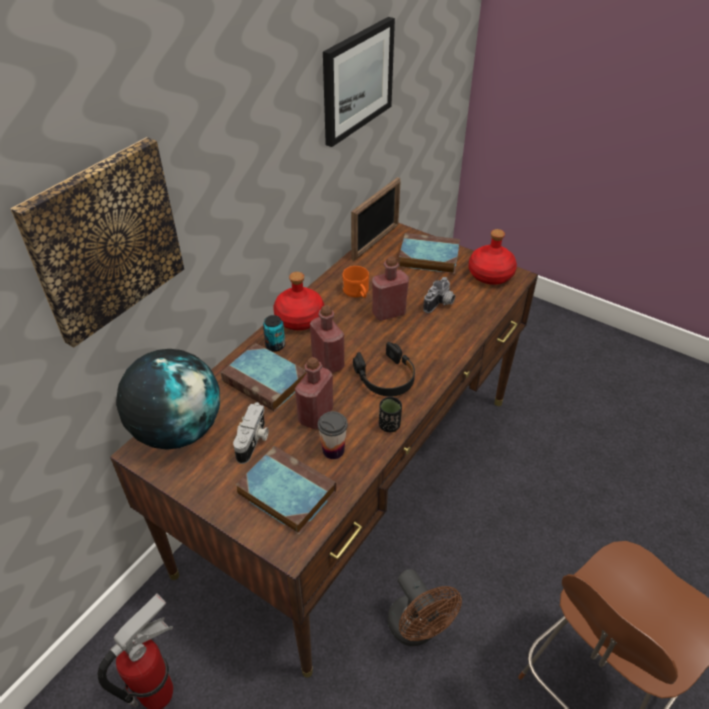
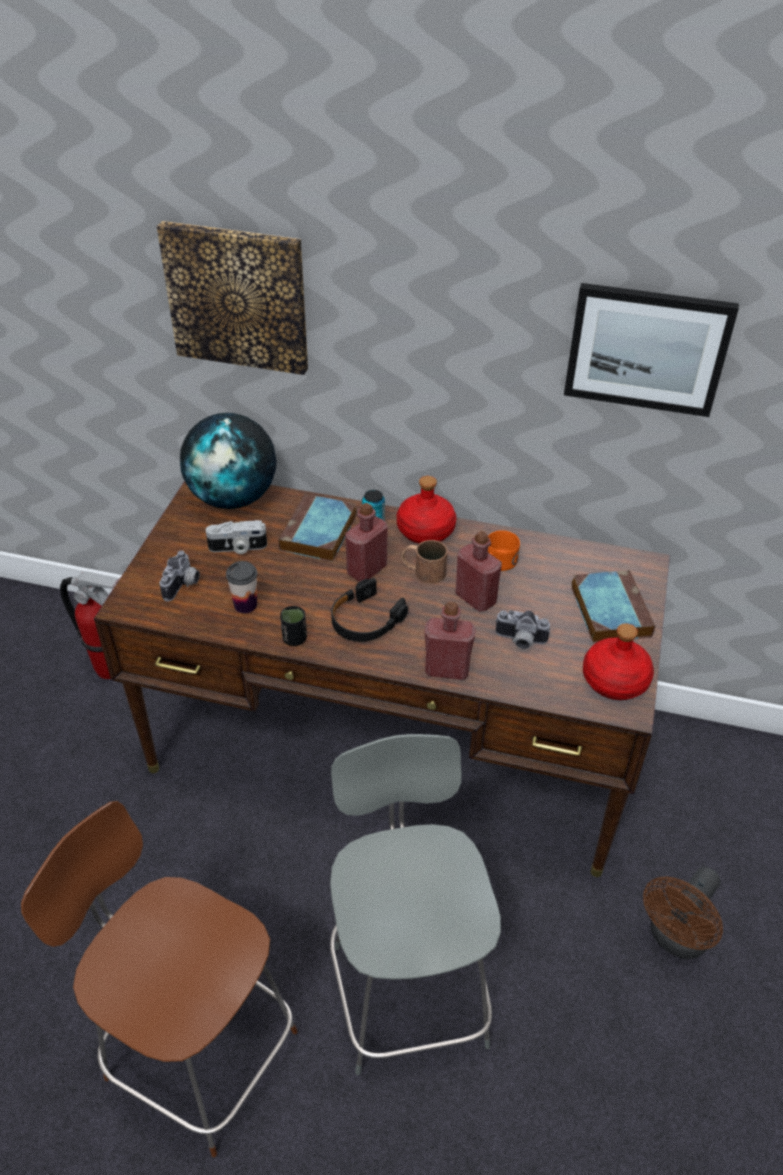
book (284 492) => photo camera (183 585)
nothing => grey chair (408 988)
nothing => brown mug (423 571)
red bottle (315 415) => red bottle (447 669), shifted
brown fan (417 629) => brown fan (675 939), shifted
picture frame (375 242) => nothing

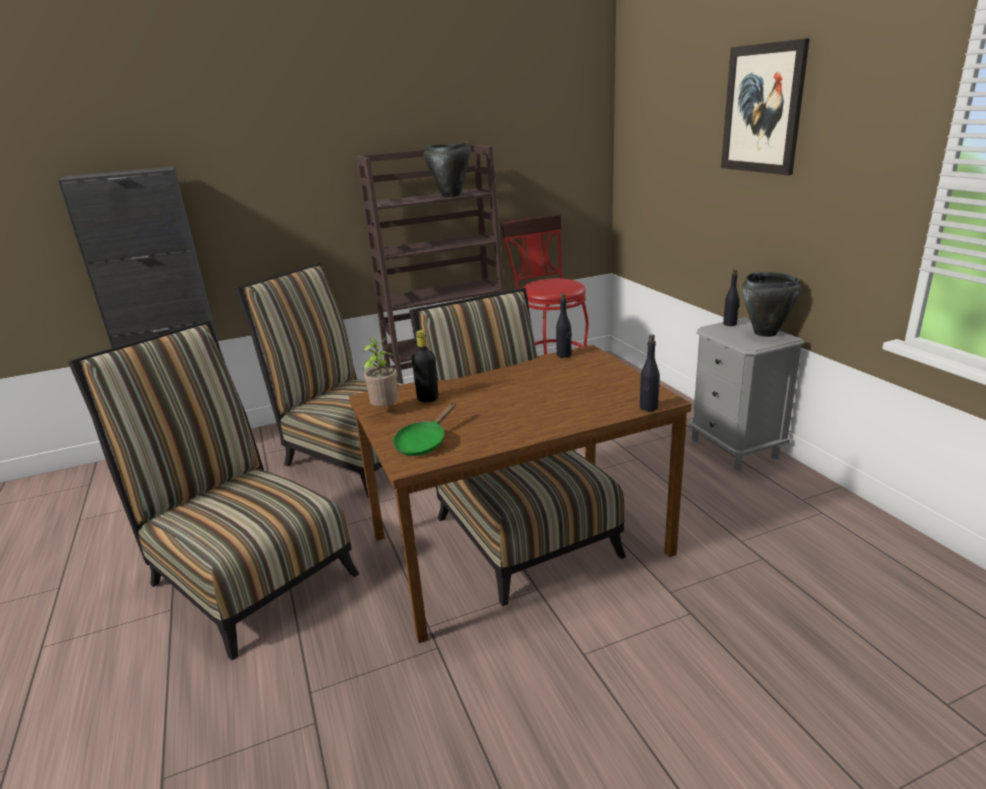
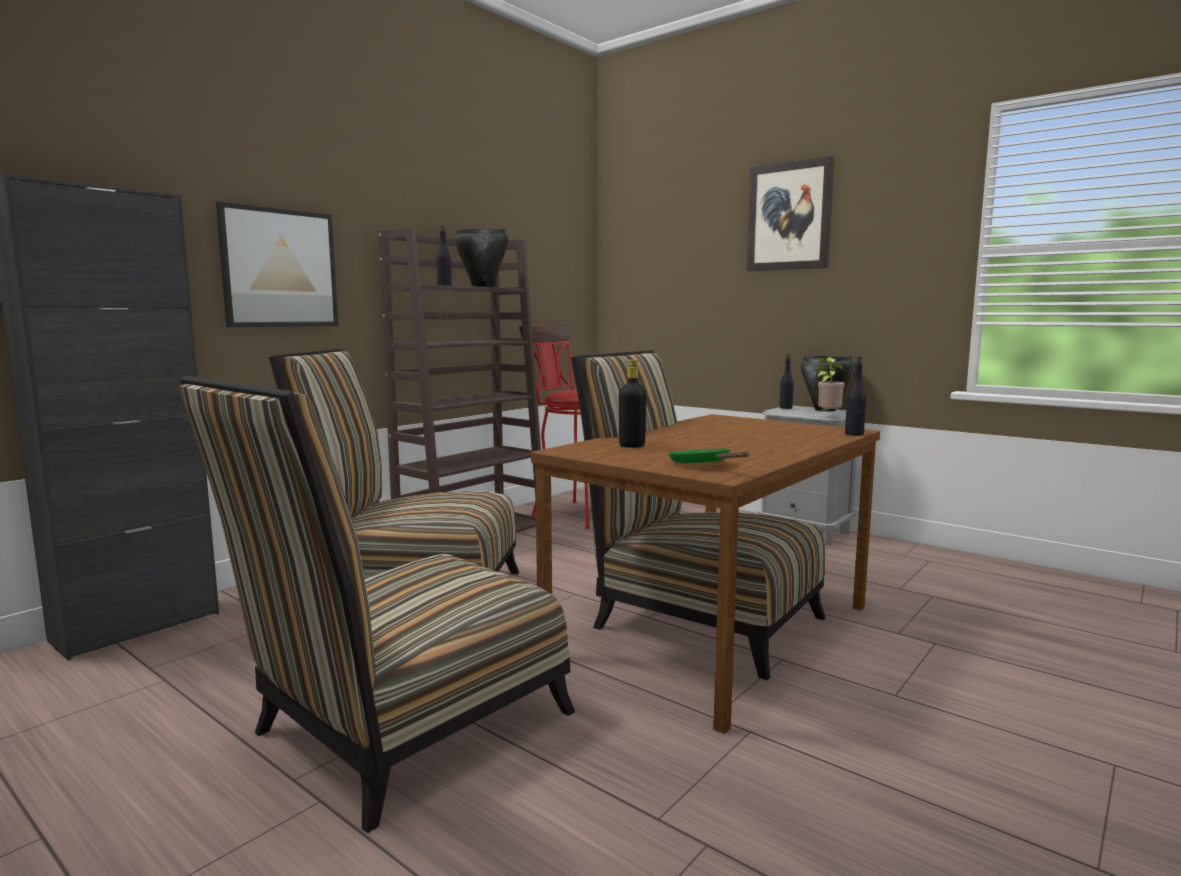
chair (247 573) => chair (399 730), 60 degrees counterclockwise
nothing => picture (279 268)
black bottle (564 355) => black bottle (444 286), shifted
green frying pan (423 443) => green frying pan (703 465), 150 degrees clockwise
potted plant (385 410) => potted plant (827 416), shifted

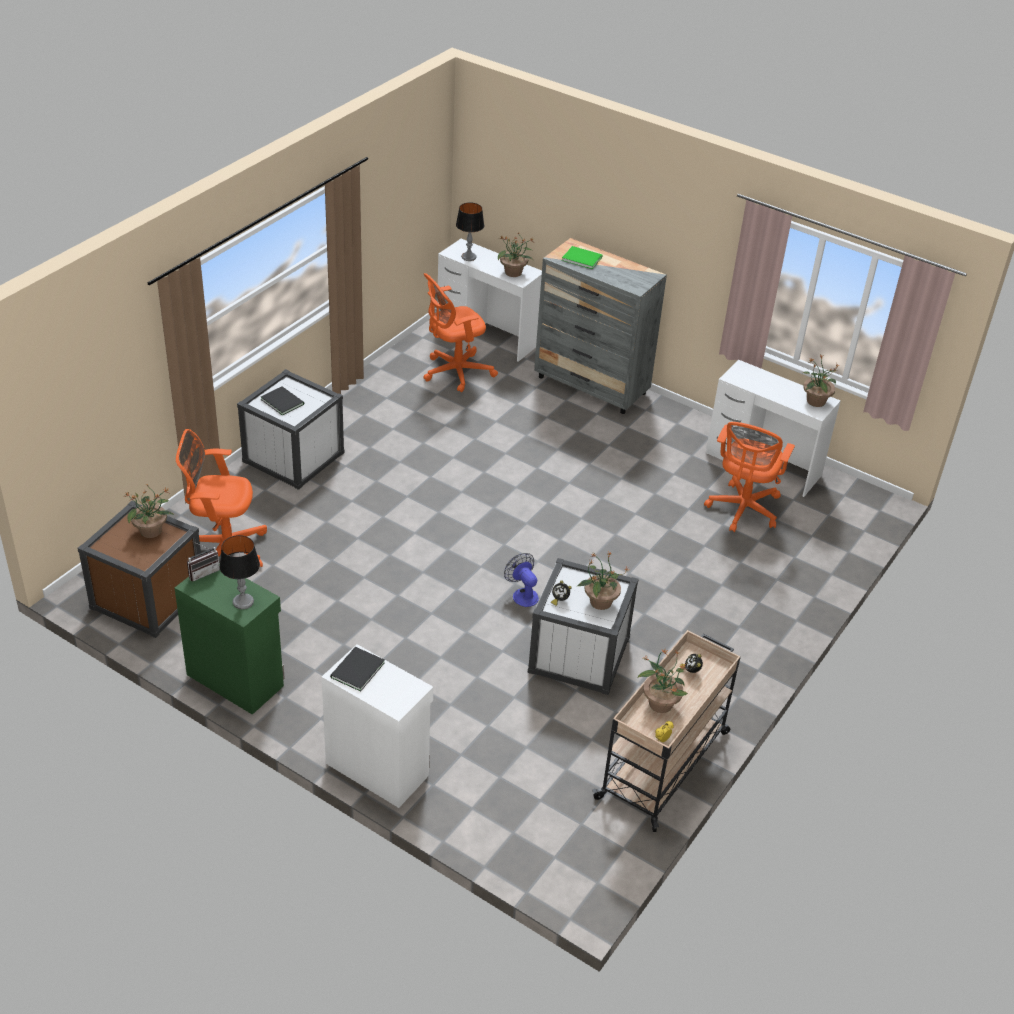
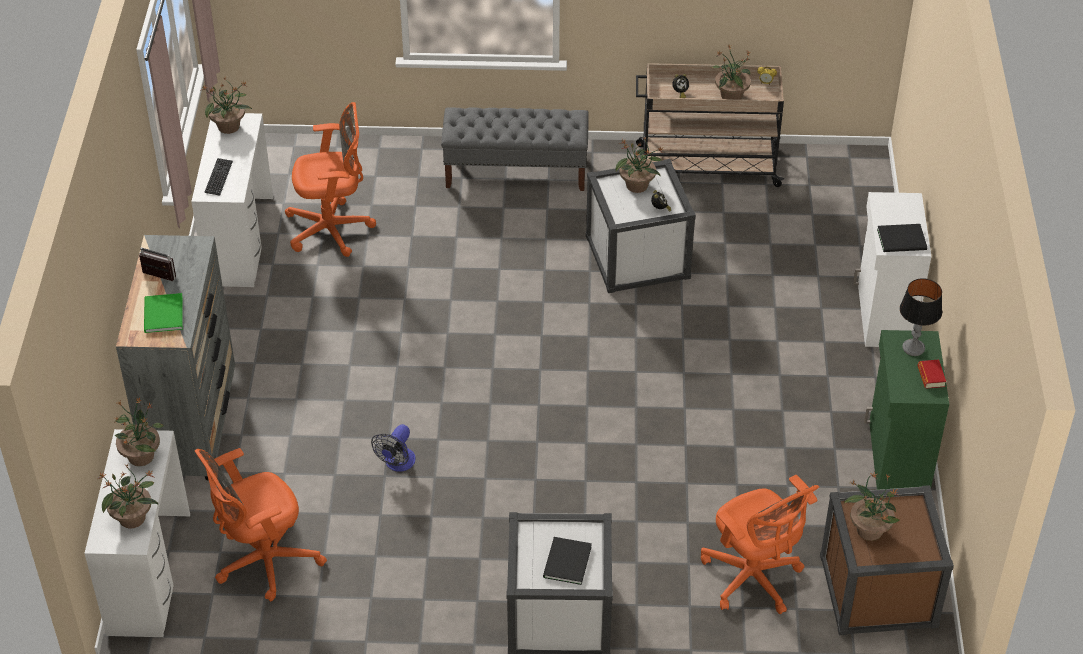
table lamp (468 257) => potted plant (133 518)
radio (203 572) => radio (157 278), shifted
orange office chair (454 372) => orange office chair (263 562), 120 degrees clockwise
nothing => keyboard (218 177)
fan (522 594) => fan (397 464), shifted
nothing => grey bench (516 172)
nothing => book (931 376)

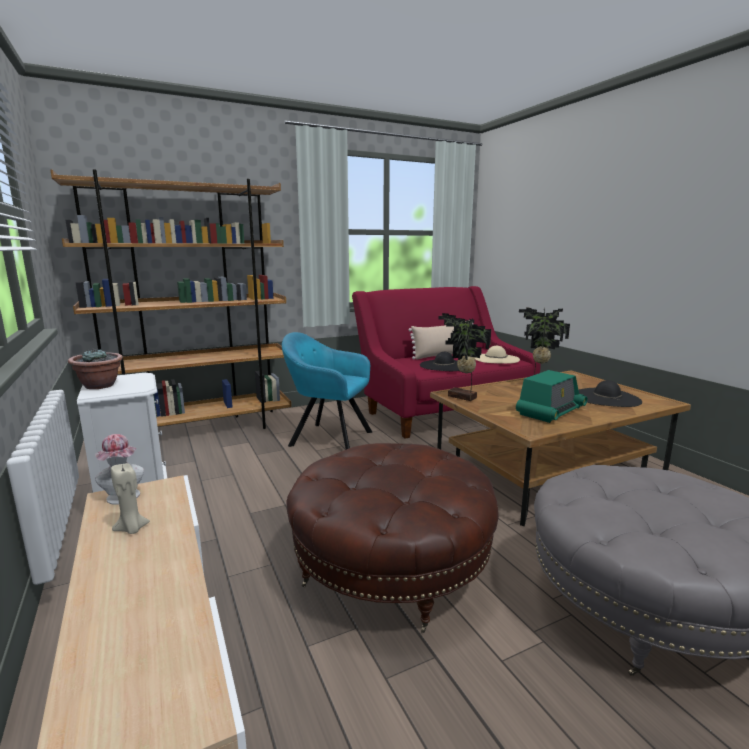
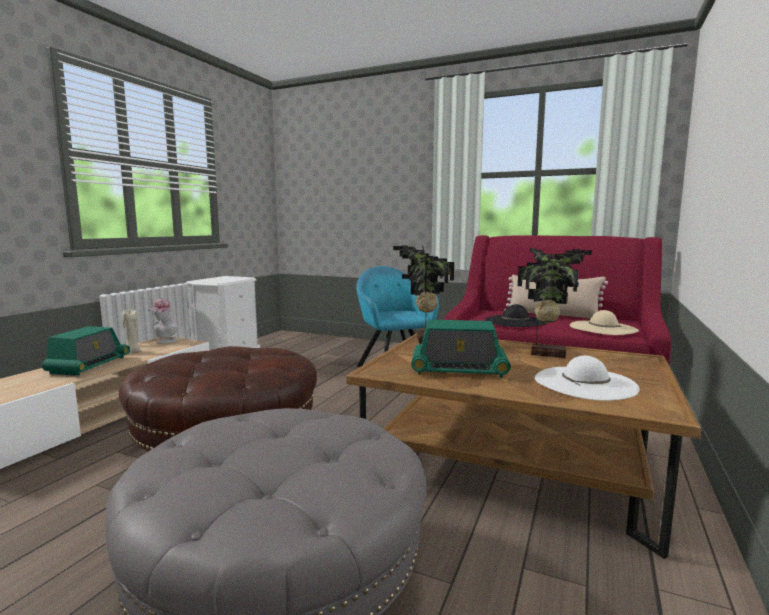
nothing => radio (89 365)
black hat (606 397) => white hat (585 383)
brown bookcase (200 430) => nothing
potted plant (100 386) => nothing

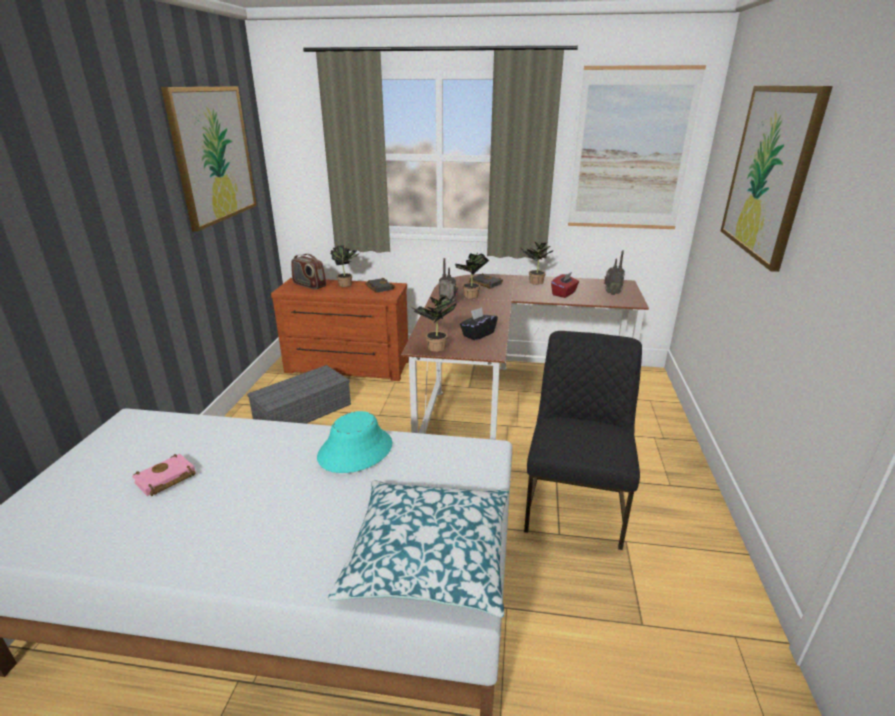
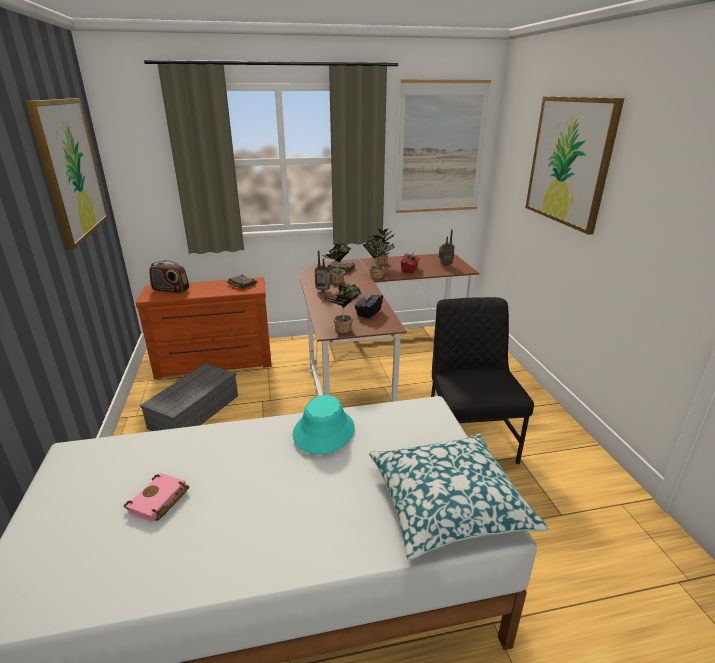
potted plant (347 284) => potted plant (378 276), shifted

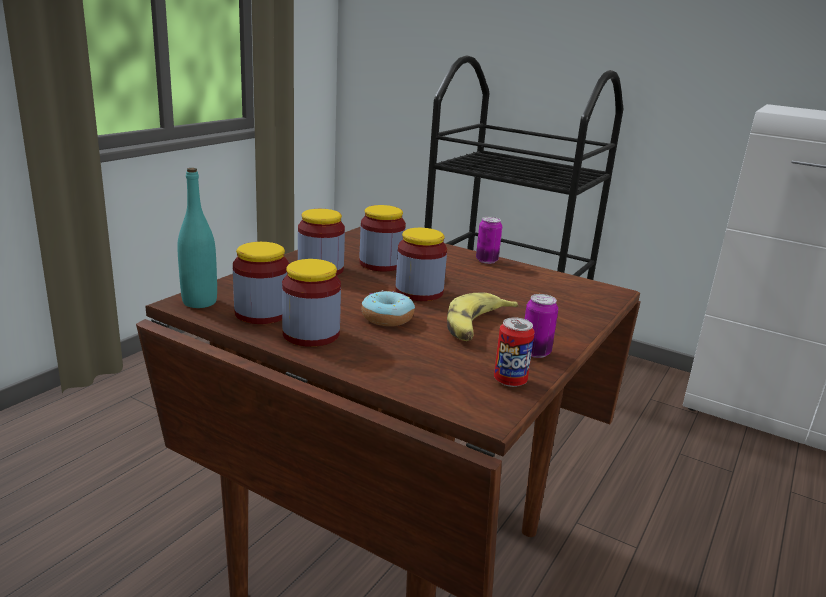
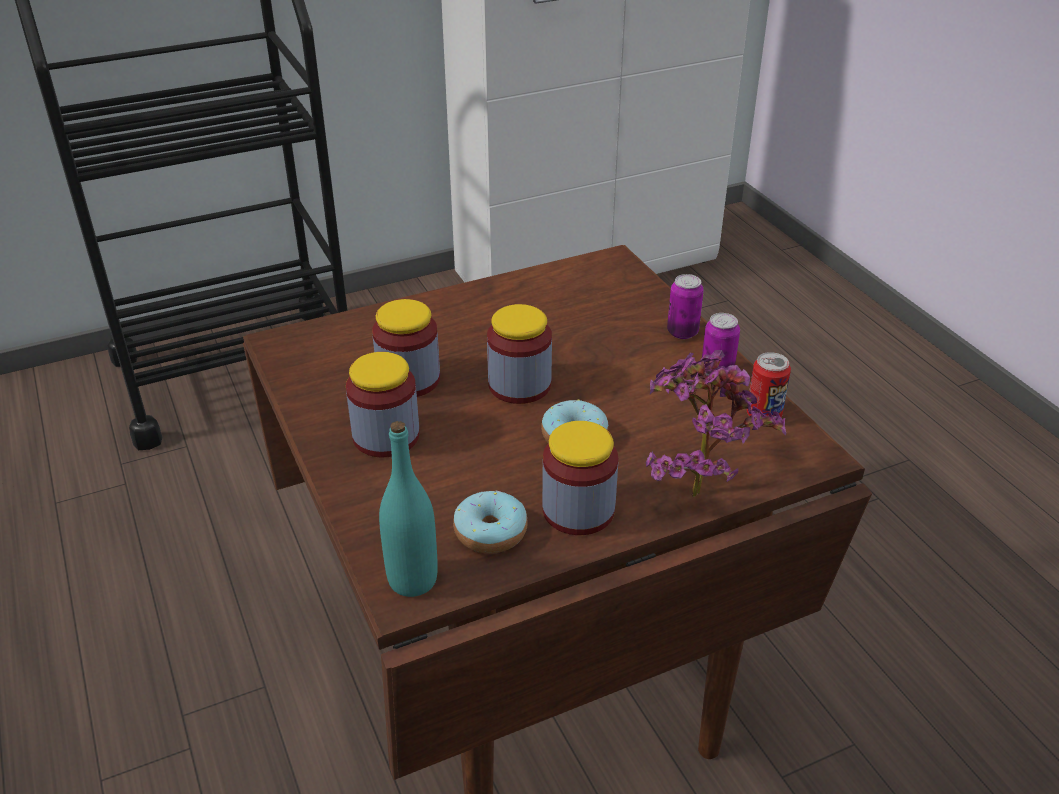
jar (262 313) => donut (490 532)
nothing => potted plant (695 486)
can (486 260) => can (682 332), shifted
banana (476 326) => nothing

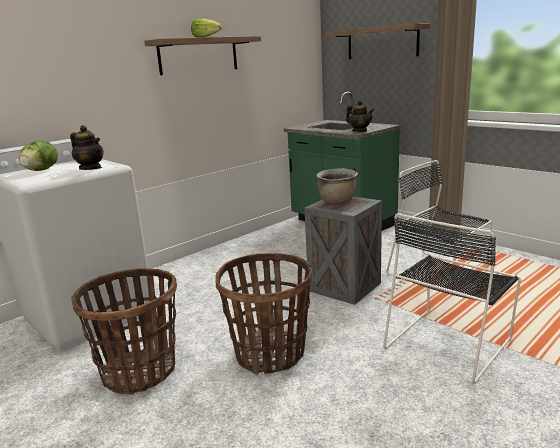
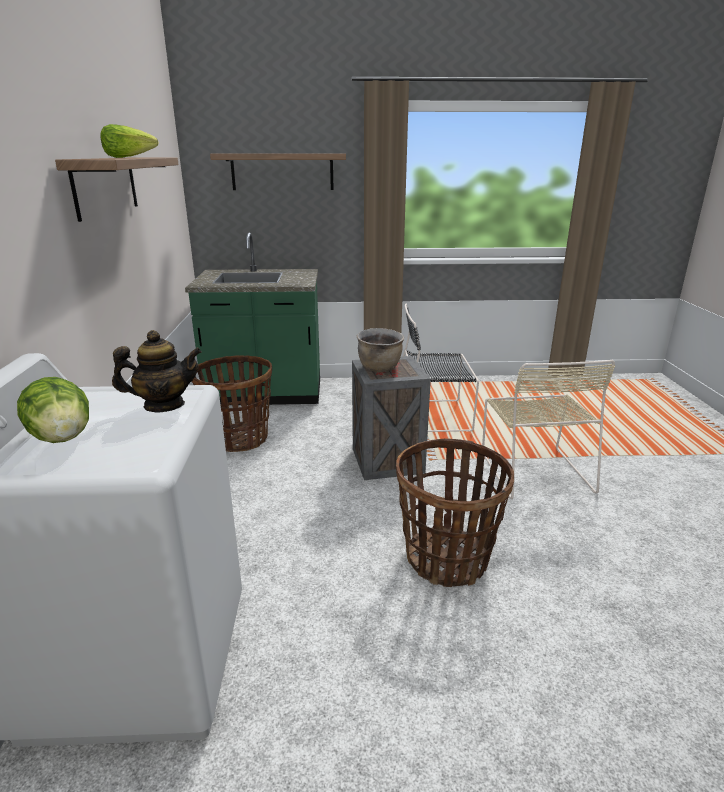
basket (139 372) => basket (238 439), shifted
black chair (449 341) => beige chair (534 470)
teapot (359 131) => nothing

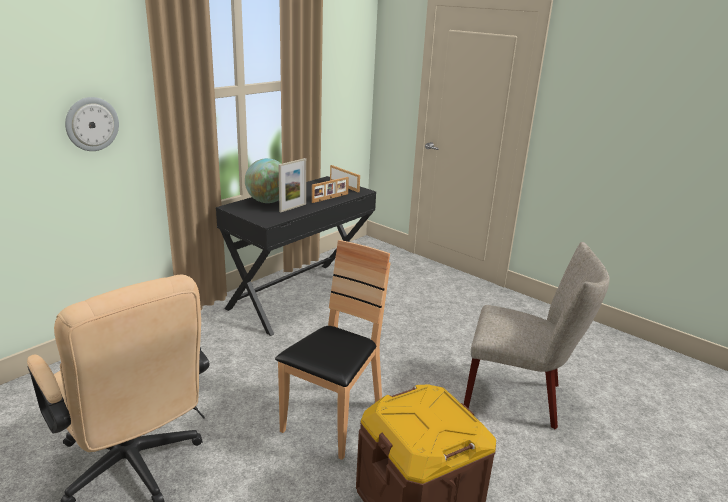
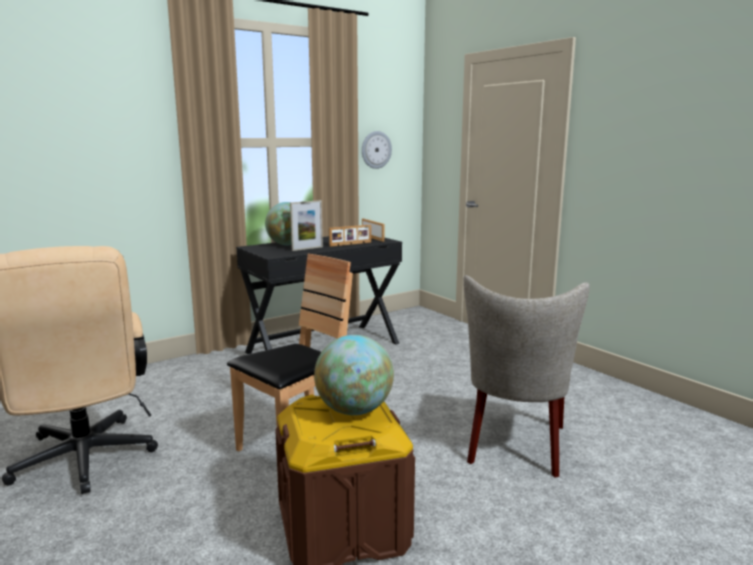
nothing => globe (354 410)
wall clock (91 124) => wall clock (376 150), shifted
beige chair (519 397) => beige chair (515 447), 75 degrees clockwise

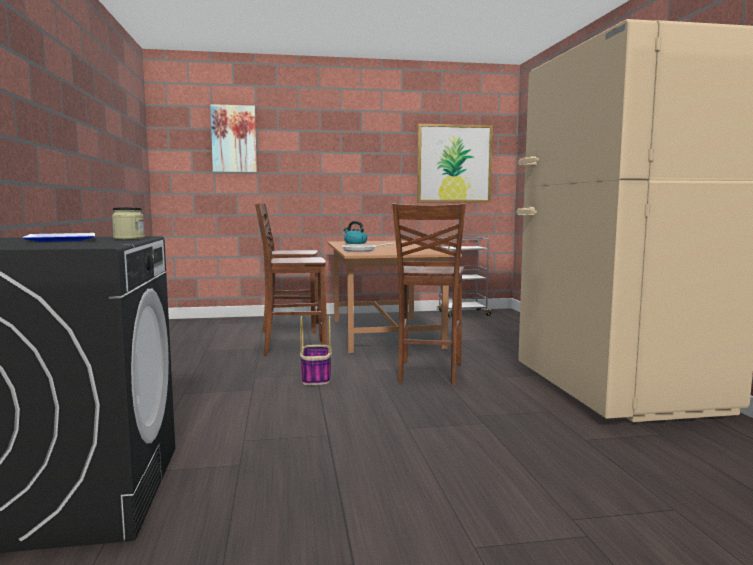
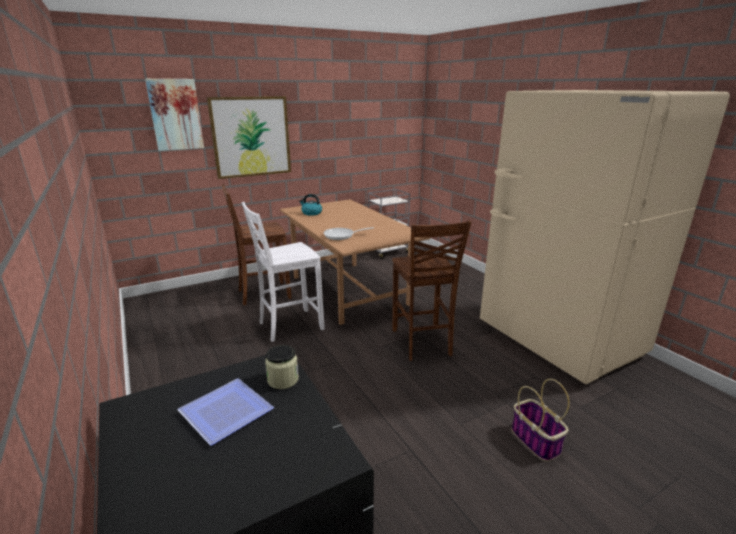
picture (454 163) => picture (251 137), shifted
brown chair (293 348) => white chair (289 326)
basket (316 378) => basket (536 441), shifted

